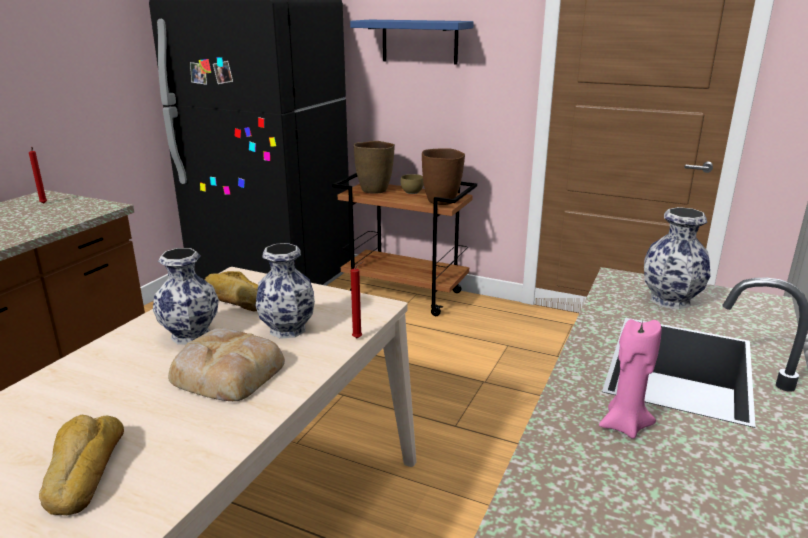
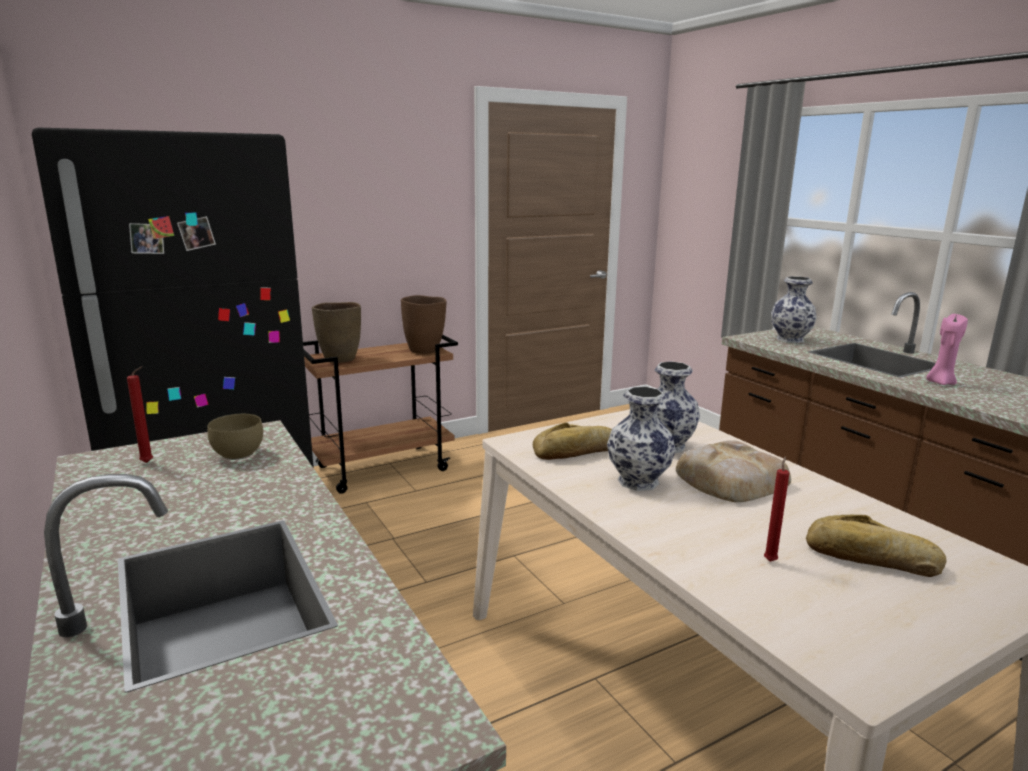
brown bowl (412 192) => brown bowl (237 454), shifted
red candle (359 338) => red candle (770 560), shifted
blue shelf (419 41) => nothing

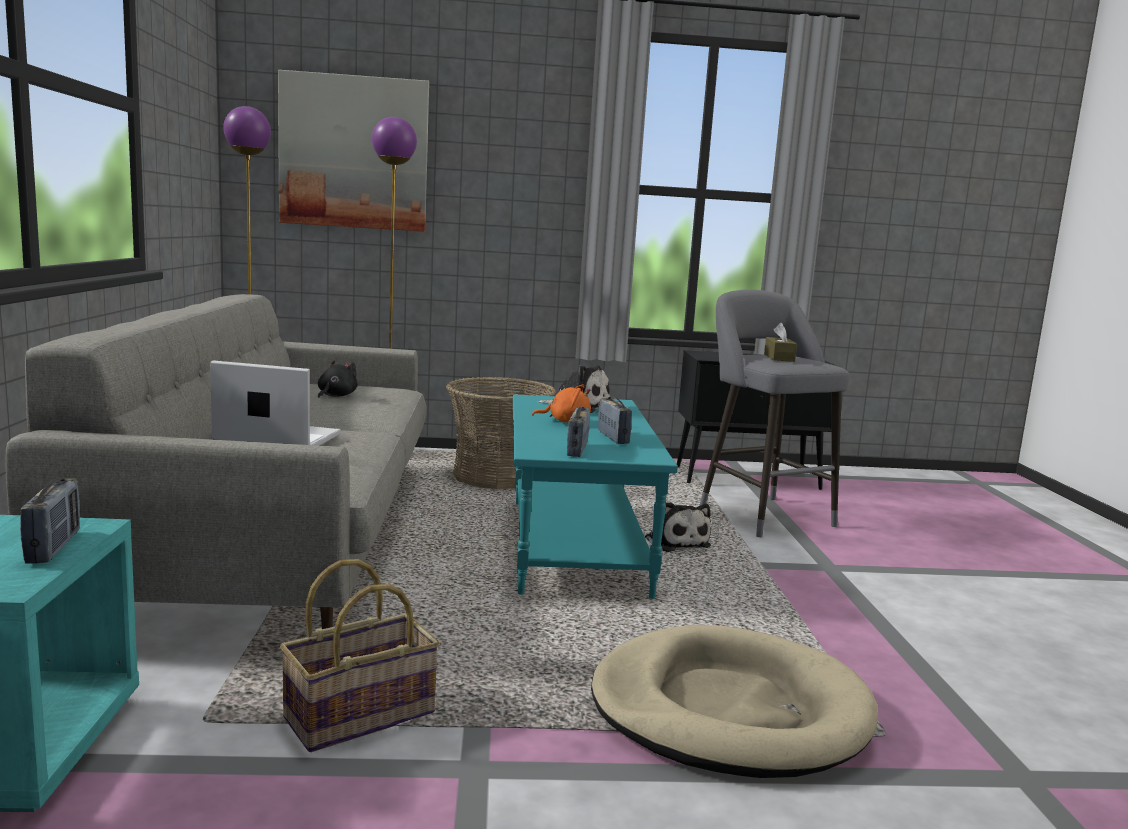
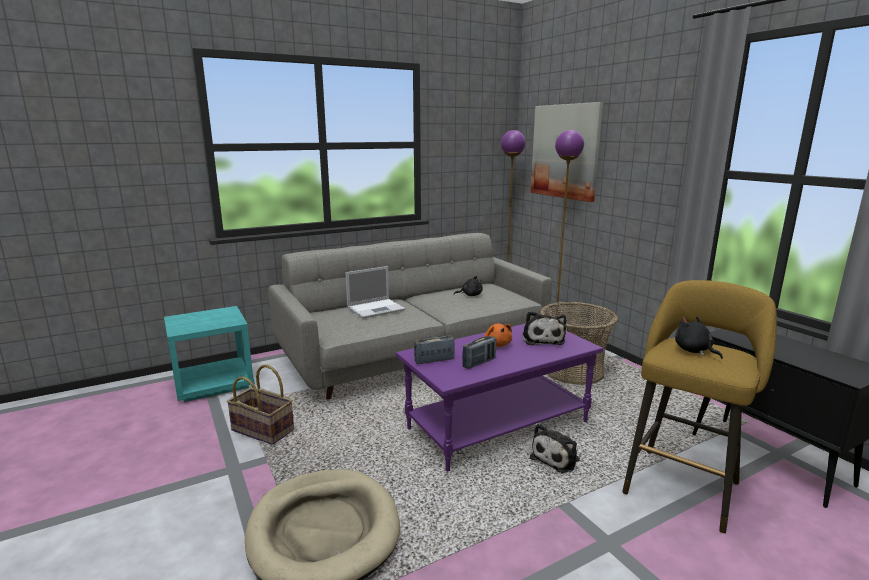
laptop (276 438) => laptop (377 308), 75 degrees clockwise
turquoise coffee table (573 545) => purple coffee table (497 425)
grey stool (761 514) => yellow stool (683 484)
brown tissue box (779 358) => black plush toy (694 351)
radio (54 547) => nothing

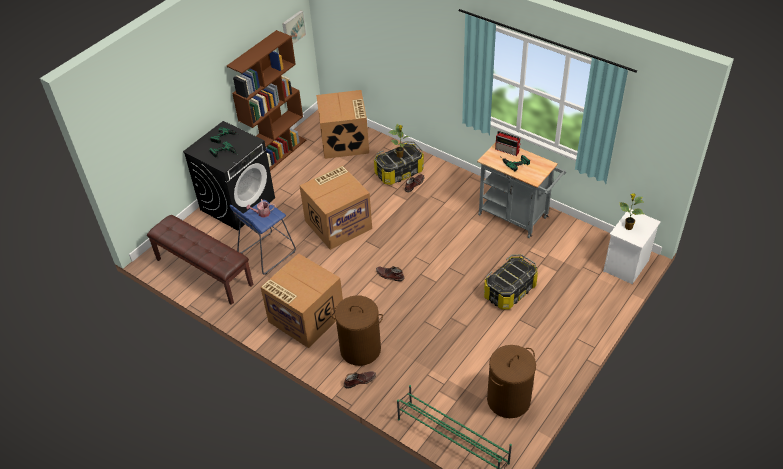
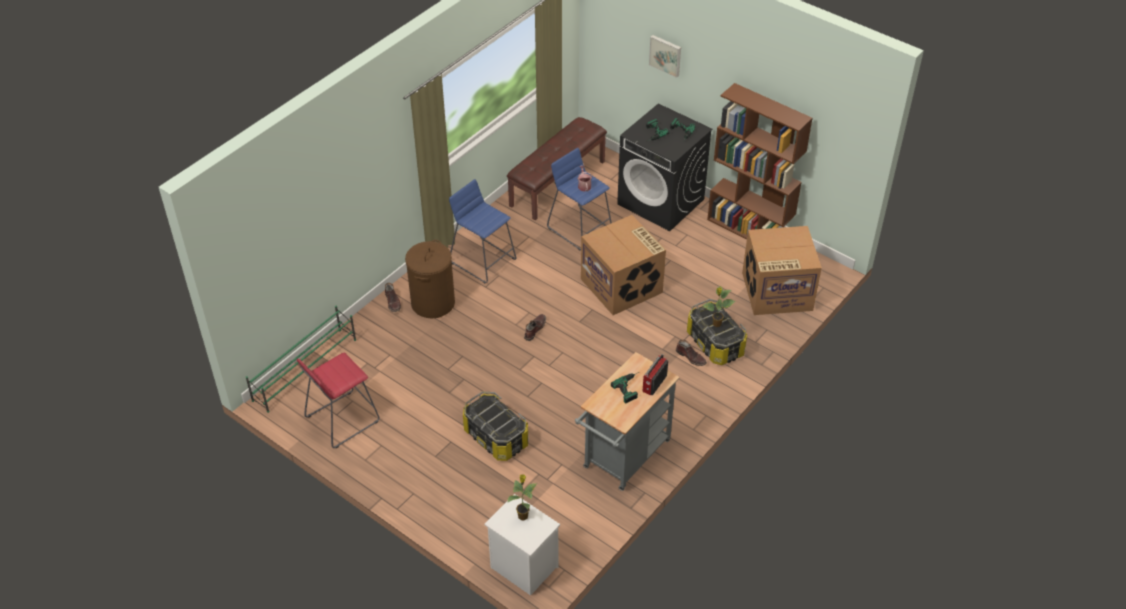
brown laundry basket (508 400) => red stool (342 419)
cardboard box (305 317) => blue stool (483 260)
picture (293 28) => picture (666 55), shifted

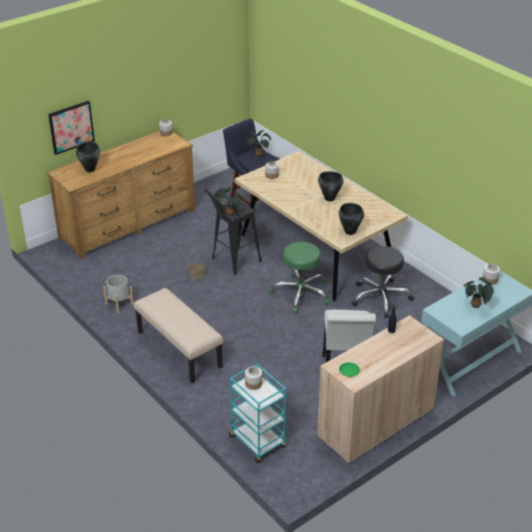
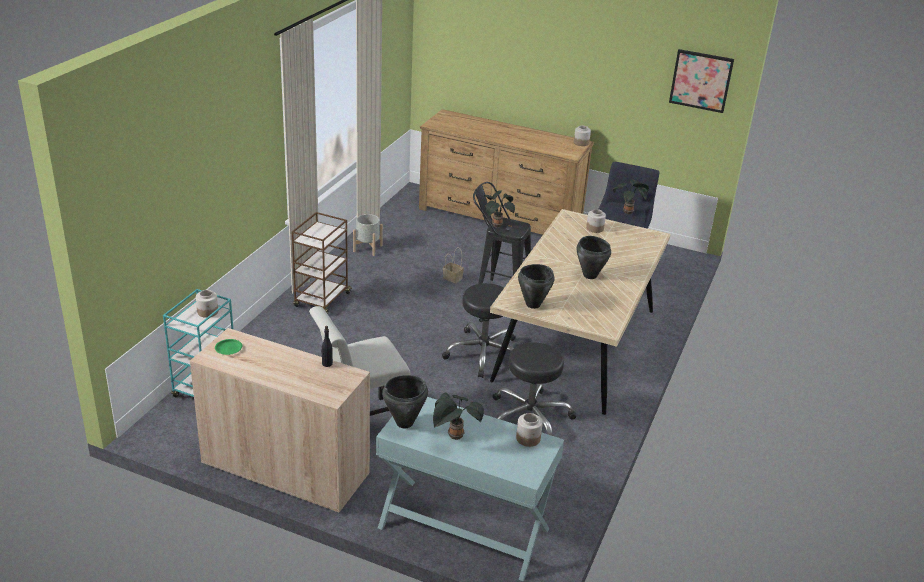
beige bench (178 350) => brown cart (322 300)
black cooking pot (90 169) => black cooking pot (405 423), shifted
green stool (301 293) => black stool (484 353)
picture (71 127) => picture (701 80), shifted

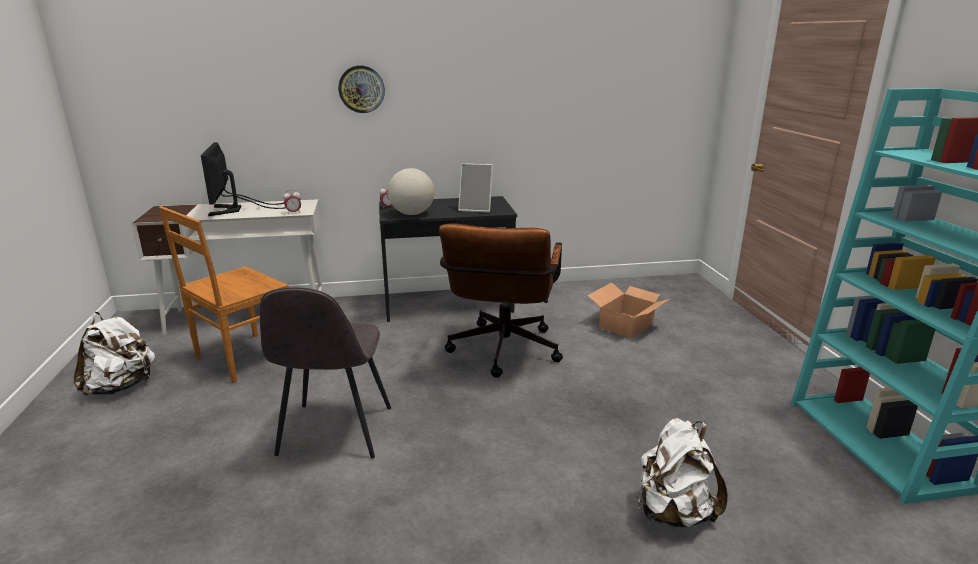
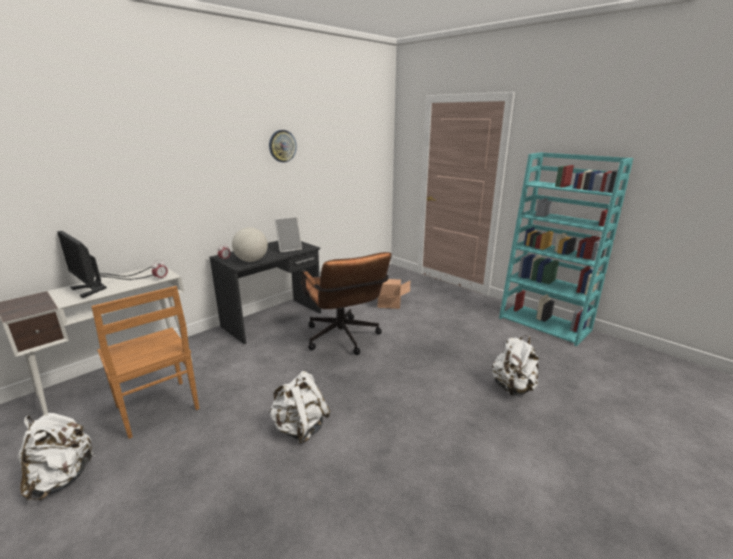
brown chair (242 358) => brown chair (158 409), 45 degrees counterclockwise
wall clock (361 89) => wall clock (282 146), shifted
grey chair (335 432) => white backpack (300 428)

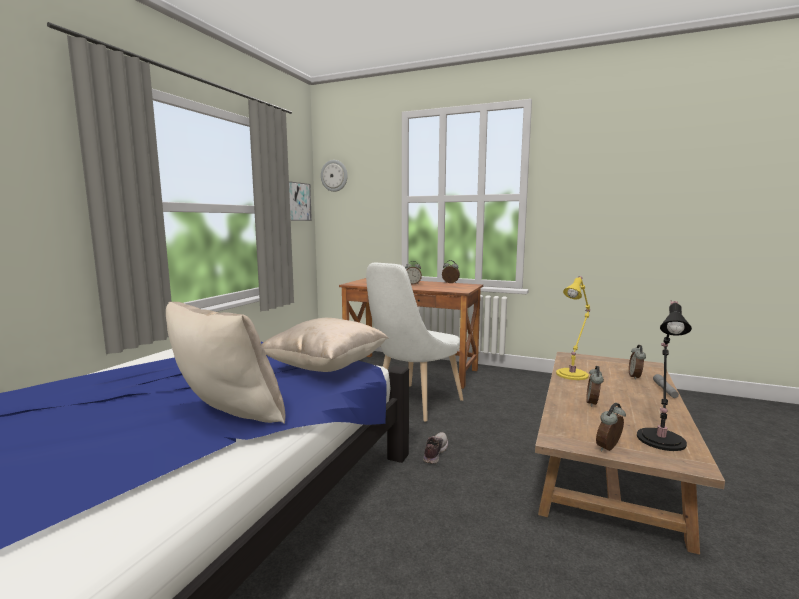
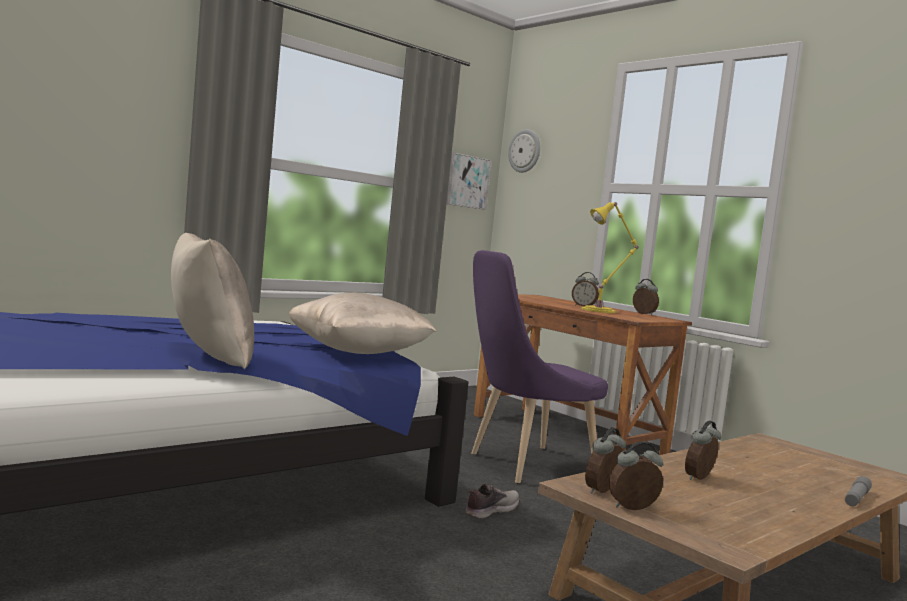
white chair (414 405) => purple chair (524 466)
yellow table lamp (573 374) => yellow table lamp (601 311), shifted
alarm clock (635 377) => alarm clock (603 491), shifted
black table lamp (661 438) => nothing

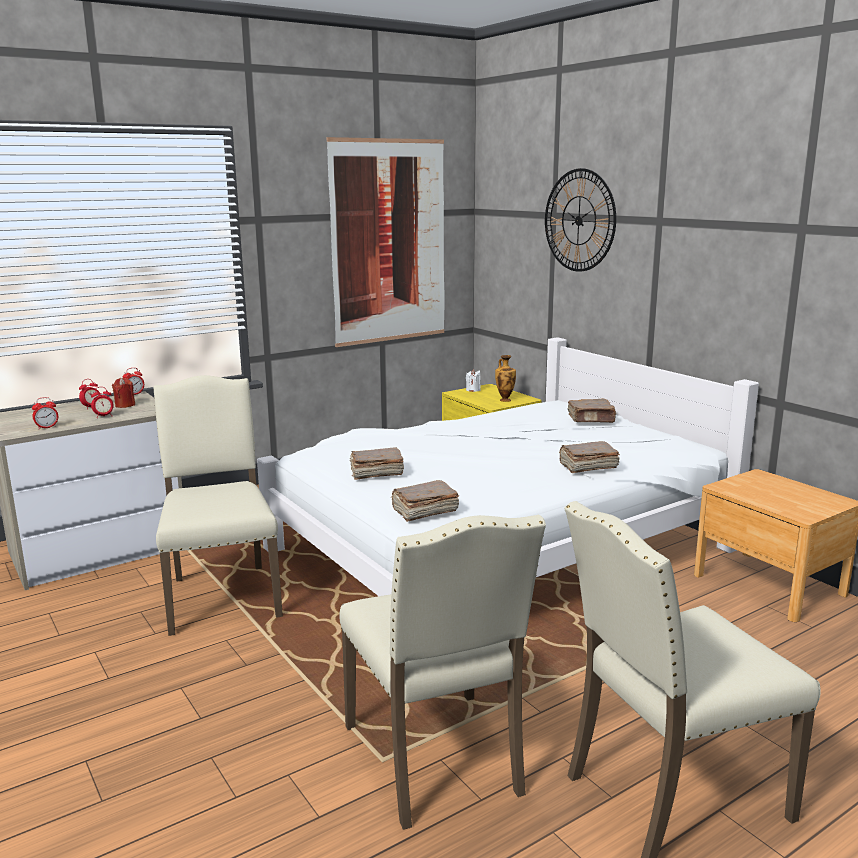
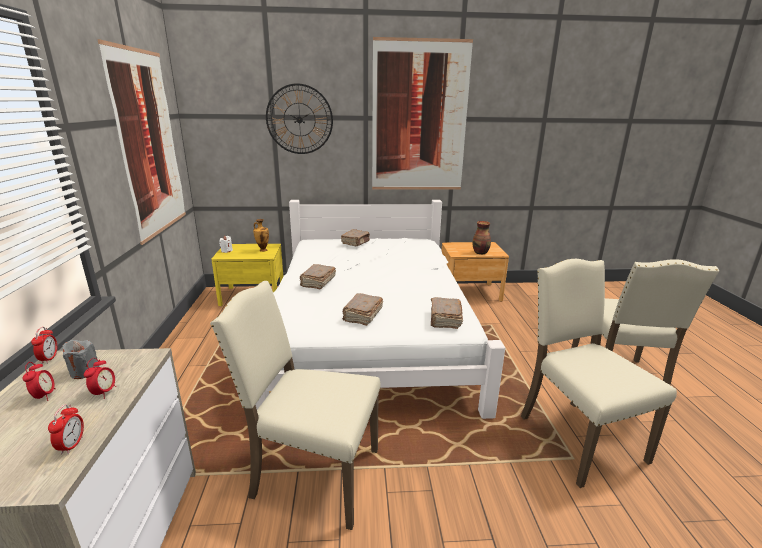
red candle (125 405) => grey candle (84 371)
brown book (587 466) => brown book (317 282), shifted
nothing => picture (419 118)
nothing => vase (481 253)
beige chair (437 760) => beige chair (576 437), 120 degrees counterclockwise

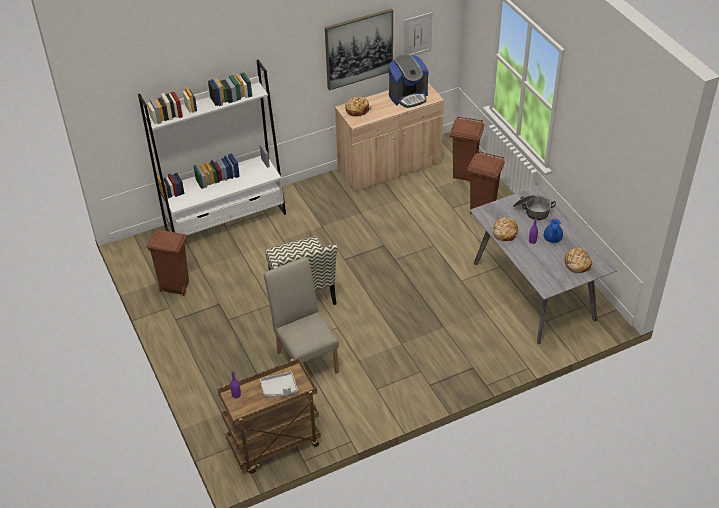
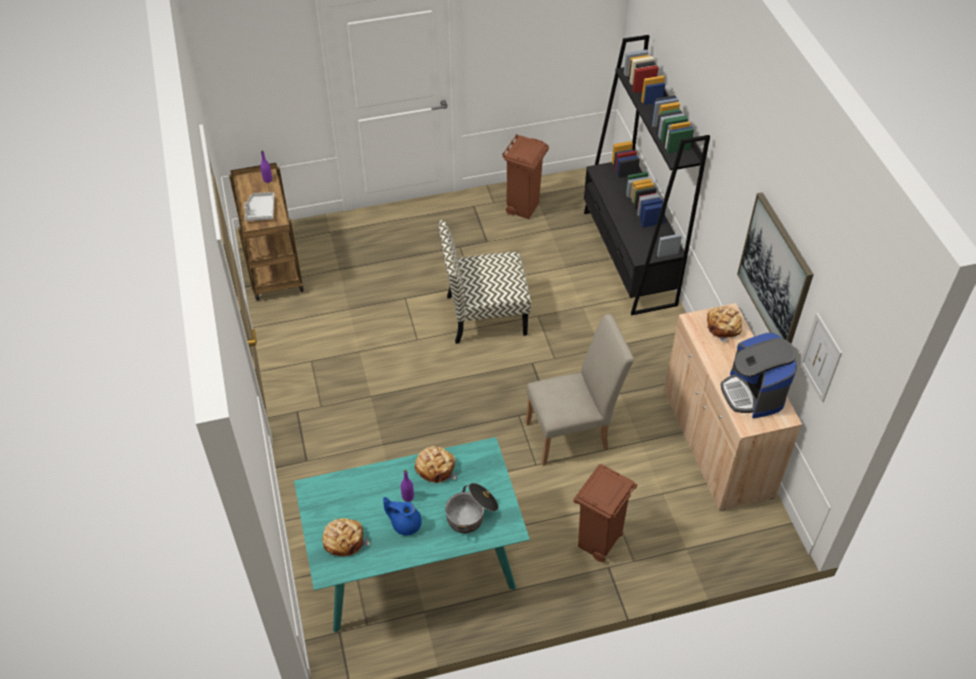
grey dining table (532 291) => turquoise dining table (415 564)
beige chair (305 358) => beige chair (573 434), shifted
white bookcase (226 220) => black bookcase (629 258)
brown trash can (464 174) => nothing

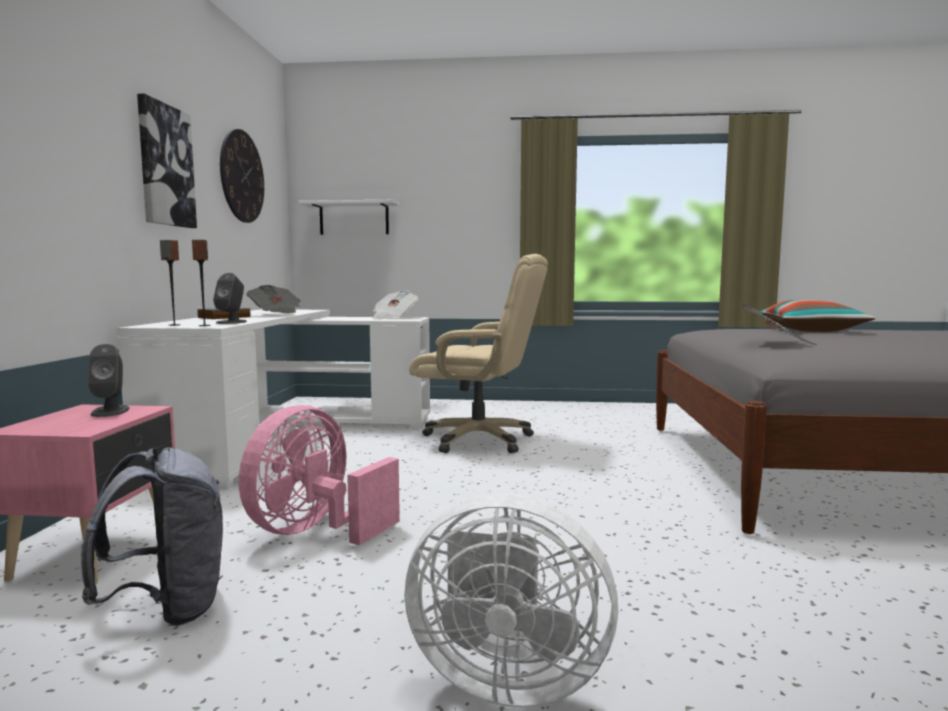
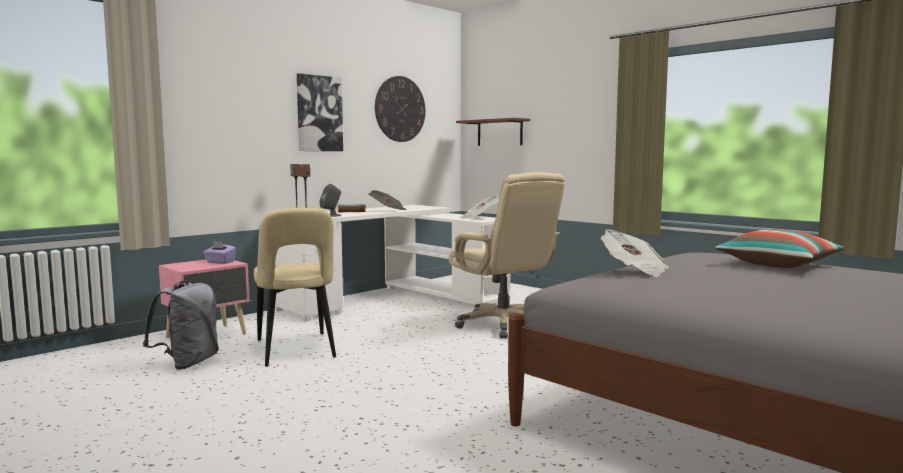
grey speaker (110 411) => purple tissue box (220 262)
pink fan (315 531) => beige chair (296 351)
white shelf (354 219) => brown shelf (499 132)
white fan (504 678) => nothing

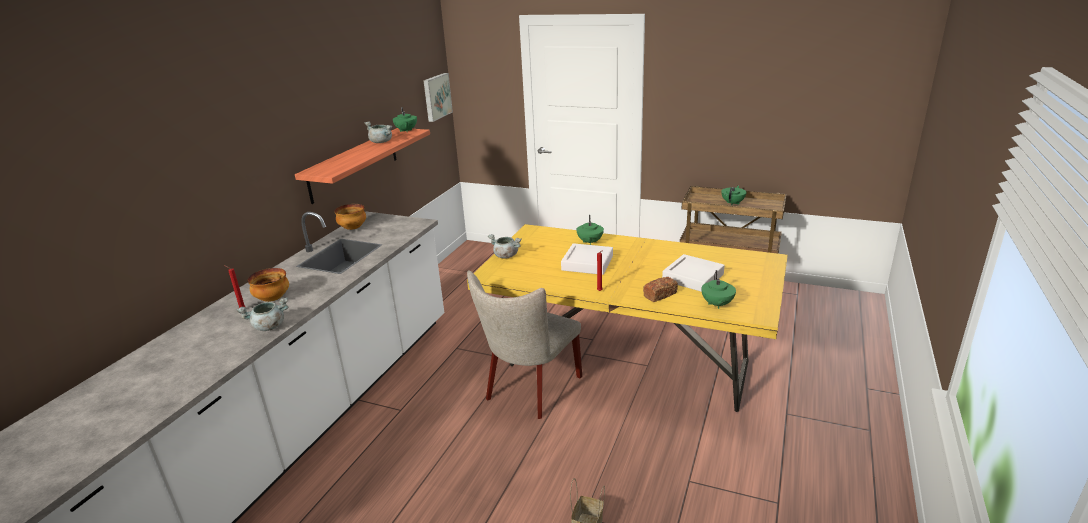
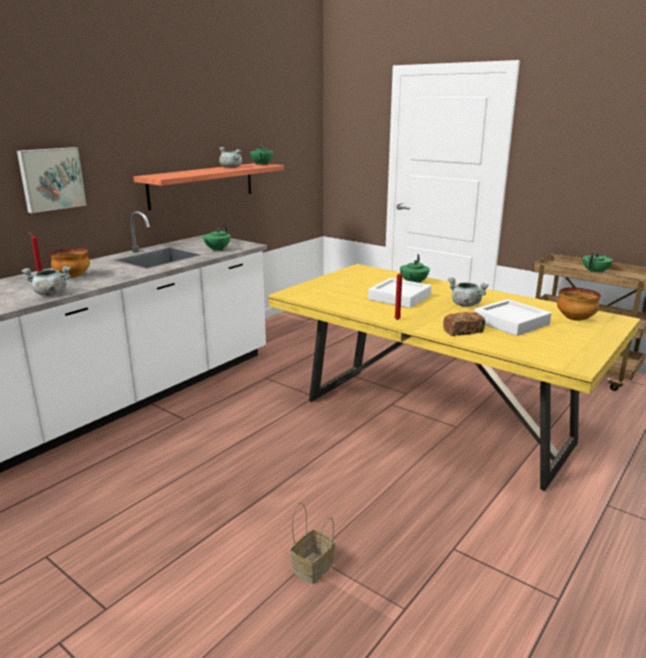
picture (436 96) => picture (51 179), shifted
green teapot (717 304) => green teapot (217 250), shifted
grey cooking pot (505 256) => grey cooking pot (465 305), shifted
bowl (353 228) => bowl (575 319), shifted
beige chair (530 390) => nothing

